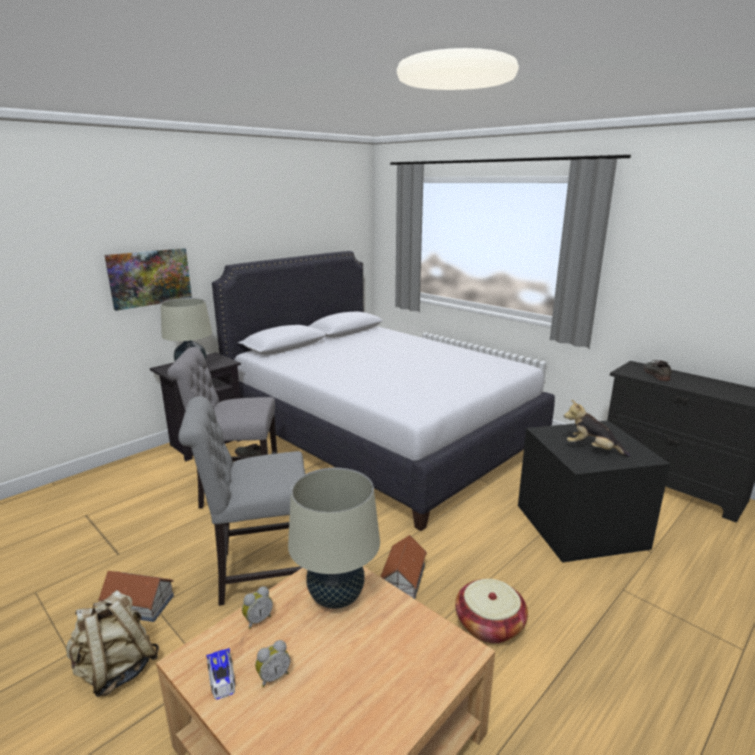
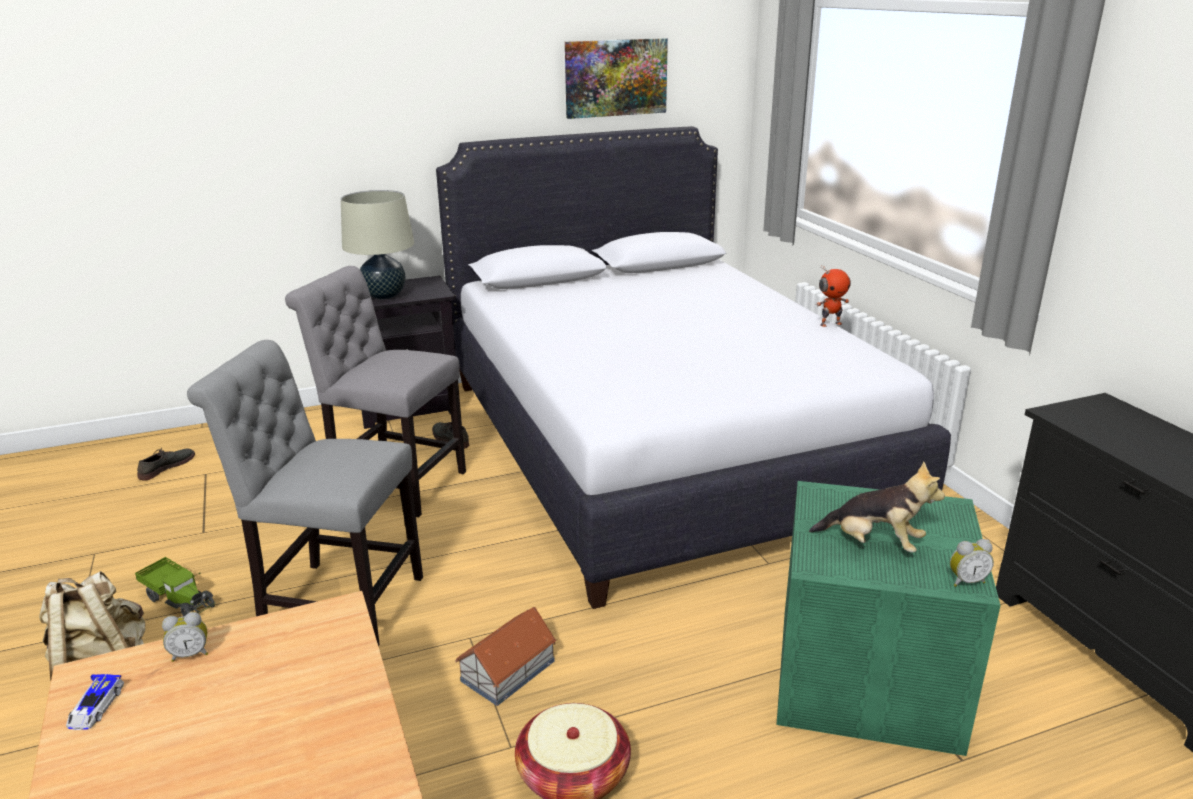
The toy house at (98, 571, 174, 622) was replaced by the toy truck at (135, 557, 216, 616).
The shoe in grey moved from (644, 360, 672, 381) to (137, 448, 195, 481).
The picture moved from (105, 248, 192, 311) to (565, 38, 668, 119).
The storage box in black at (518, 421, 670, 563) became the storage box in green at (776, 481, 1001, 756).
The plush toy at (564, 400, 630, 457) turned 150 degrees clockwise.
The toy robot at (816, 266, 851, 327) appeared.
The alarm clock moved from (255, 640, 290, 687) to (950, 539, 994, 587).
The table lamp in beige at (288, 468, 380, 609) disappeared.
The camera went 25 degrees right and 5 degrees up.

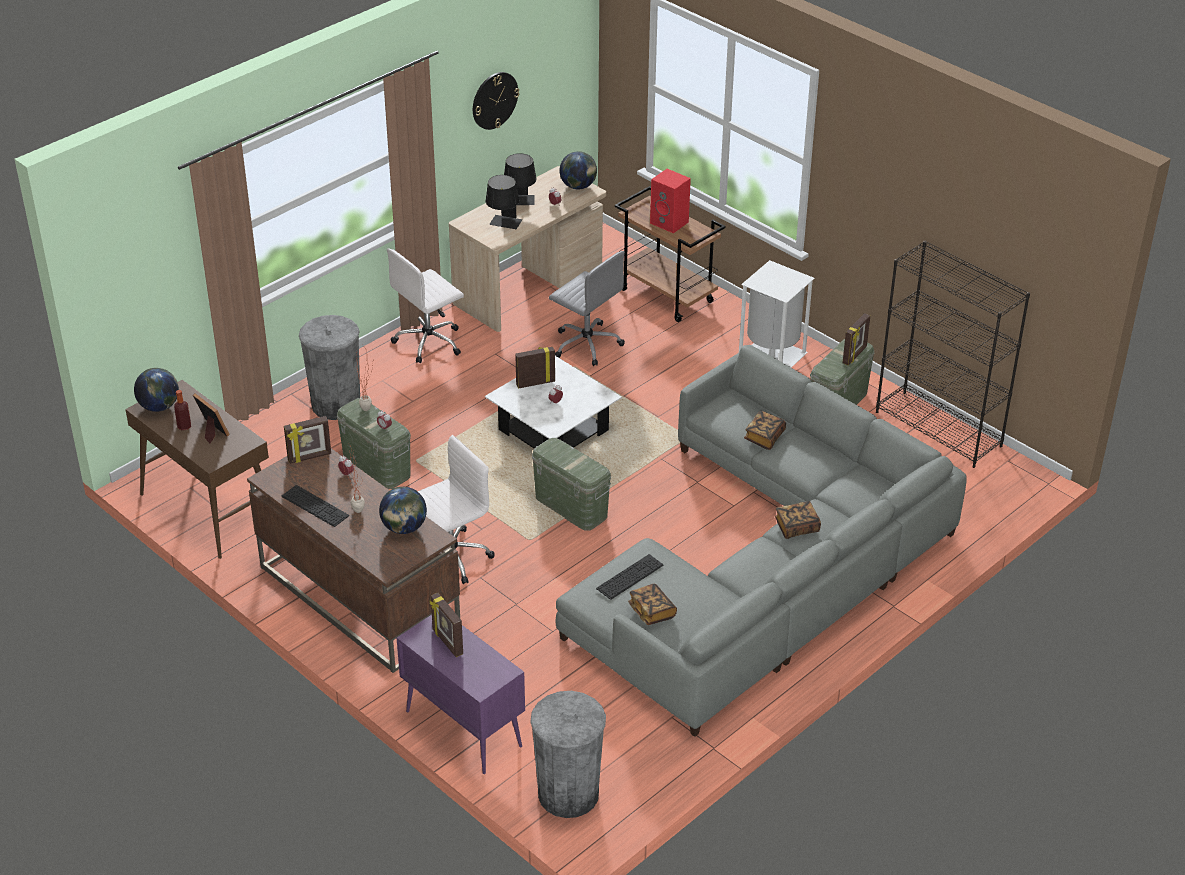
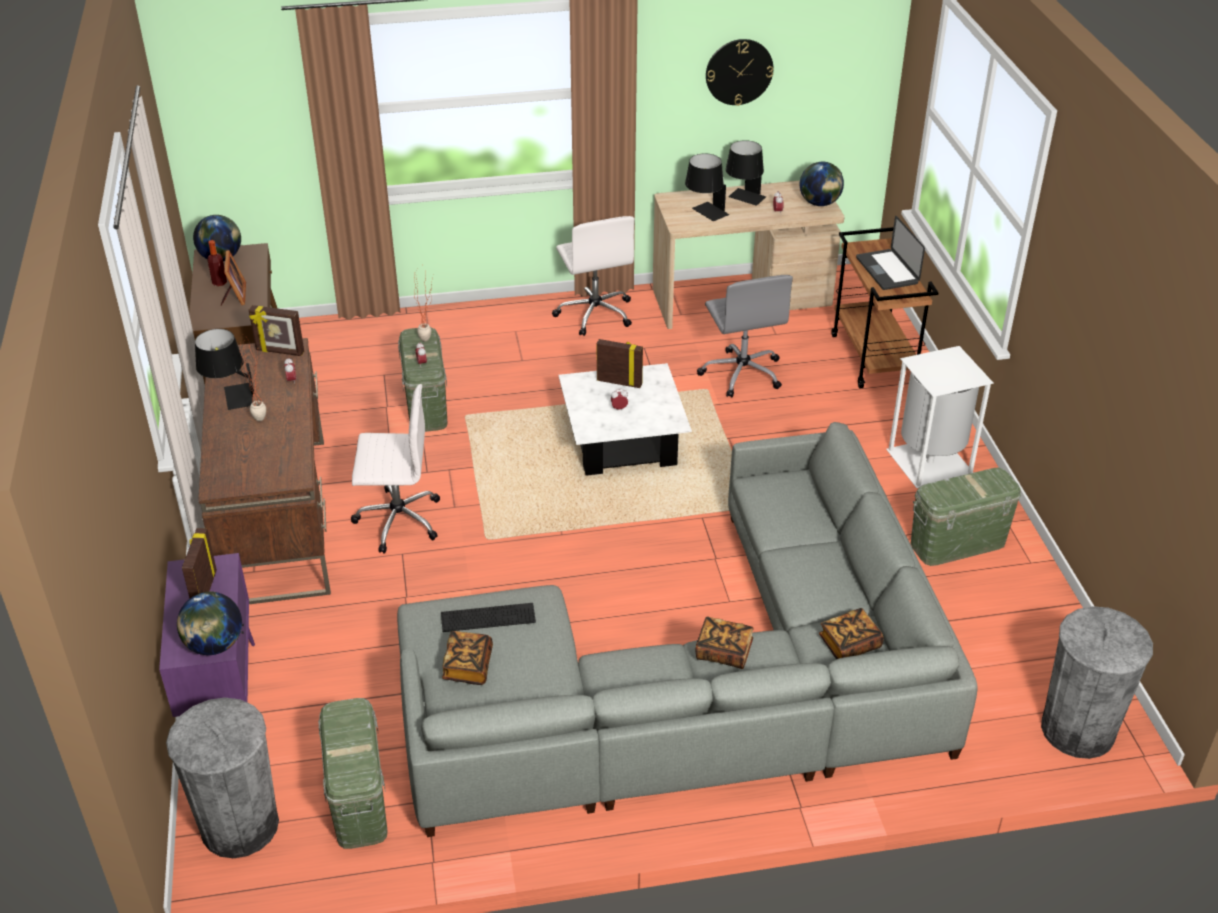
The globe moved from (379, 487, 427, 534) to (177, 591, 242, 655).
The keyboard at (281, 485, 349, 527) was replaced by the table lamp in black at (195, 329, 254, 410).
The storage box in green moved from (532, 438, 611, 531) to (318, 698, 388, 849).
The office chair in white at (387, 248, 464, 363) turned 105 degrees counterclockwise.
The book moved from (744, 411, 786, 450) to (819, 608, 884, 659).
The speaker in red at (650, 169, 691, 233) was replaced by the laptop at (856, 216, 925, 290).
The trash can in grey moved from (299, 315, 360, 420) to (1041, 606, 1153, 759).
The picture frame at (843, 313, 870, 366) disappeared.
The bookcase in black at (876, 241, 1030, 468) disappeared.
The camera went 35 degrees right and 0 degrees up.

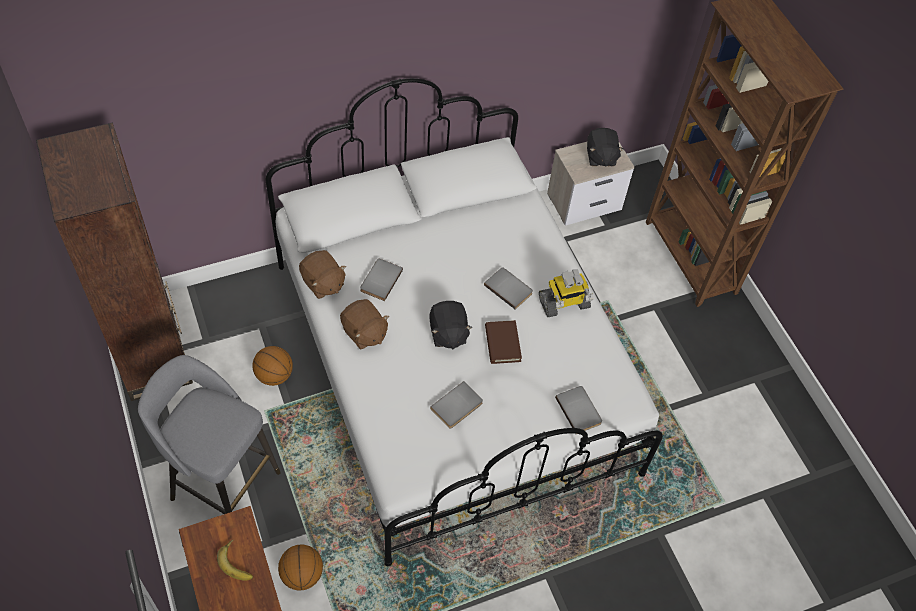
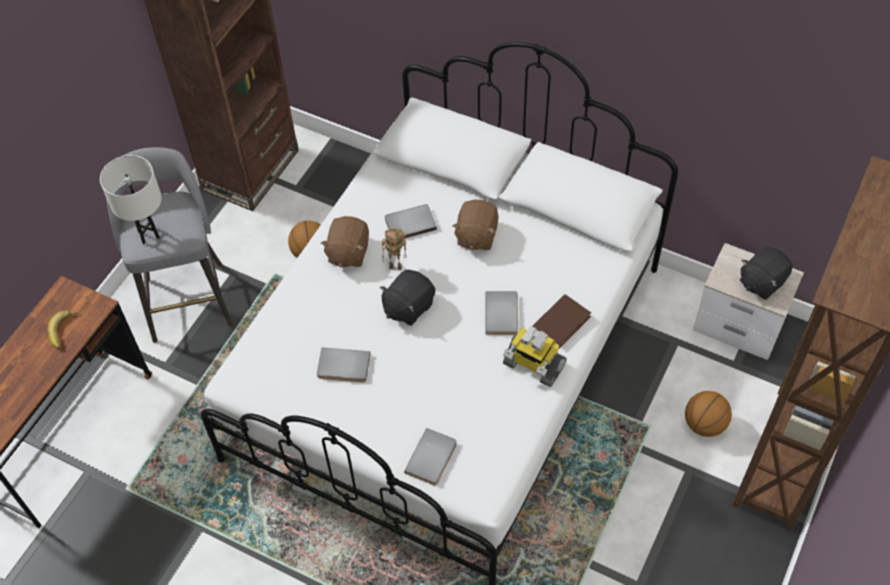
The table lamp in white at (100, 155, 162, 244) appeared.
The toy robot at (382, 228, 407, 270) appeared.
The plush toy in brown moved from (299, 250, 346, 299) to (452, 200, 498, 250).
The book in brown moved from (485, 320, 522, 364) to (532, 294, 591, 349).
The basketball moved from (278, 544, 323, 591) to (685, 391, 732, 437).
The camera went 55 degrees right and 0 degrees up.

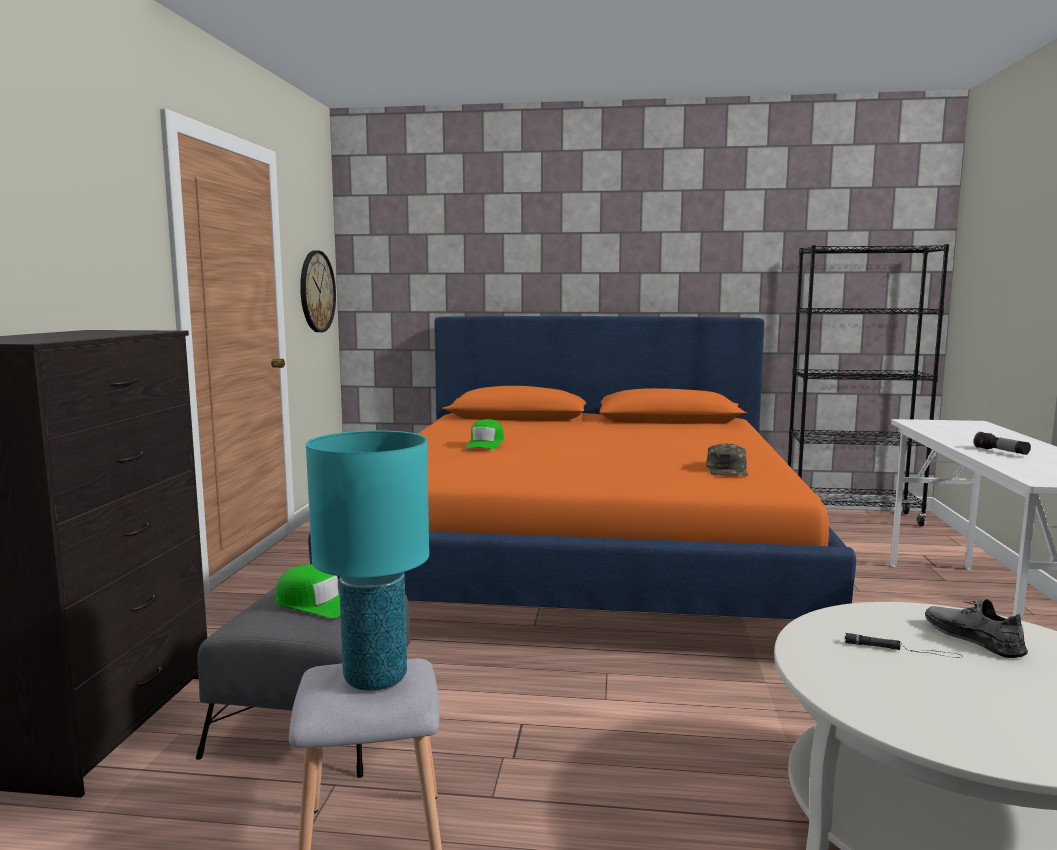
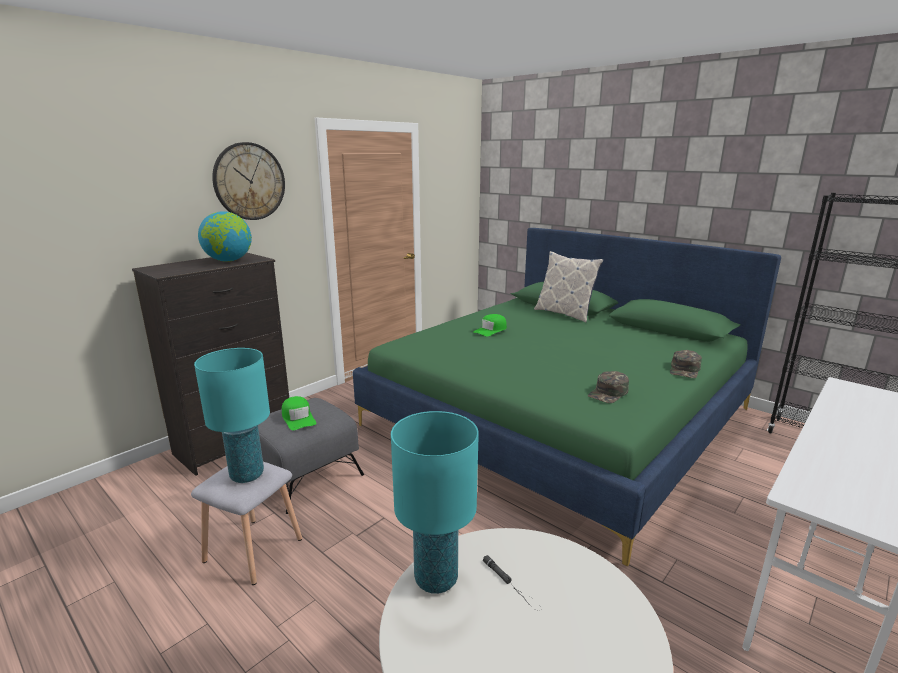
The globe at (198, 211, 252, 262) appeared.
The wall clock moved from (300, 251, 336, 332) to (212, 142, 285, 220).
The bed in orange at (308, 316, 856, 619) became the bed in green at (353, 228, 781, 566).
The table lamp in turquoise at (391, 411, 479, 594) appeared.
The pillow at (534, 251, 603, 323) appeared.
The cap in green at (670, 350, 702, 378) appeared.
The shoe in grey at (925, 599, 1028, 658) disappeared.
The flashlight at (974, 432, 1031, 455) disappeared.
The camera went 35 degrees right and 10 degrees up.

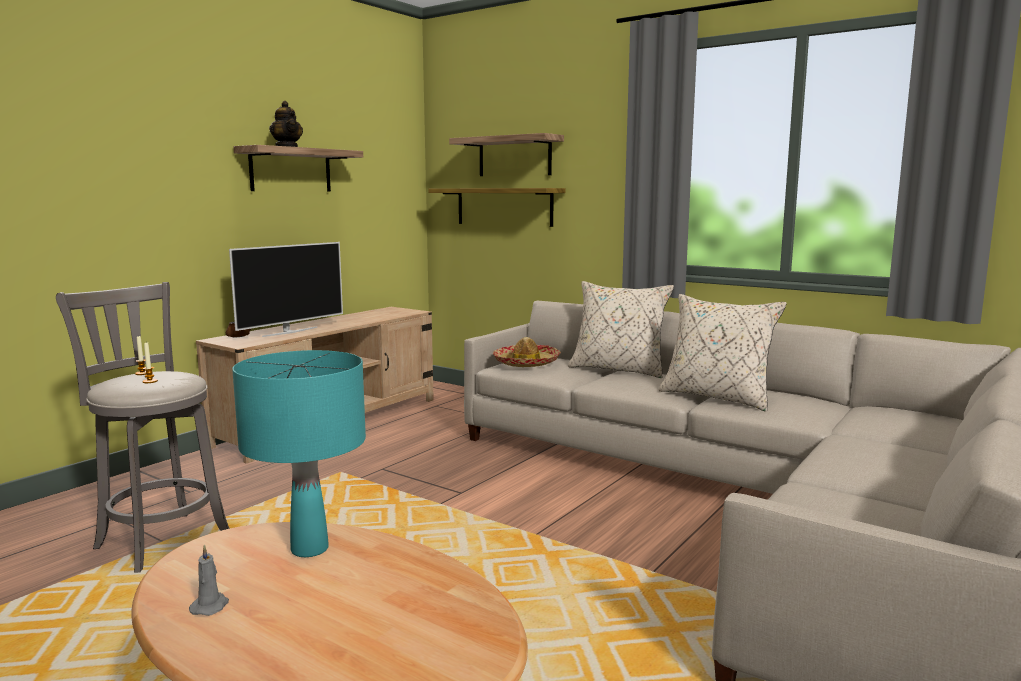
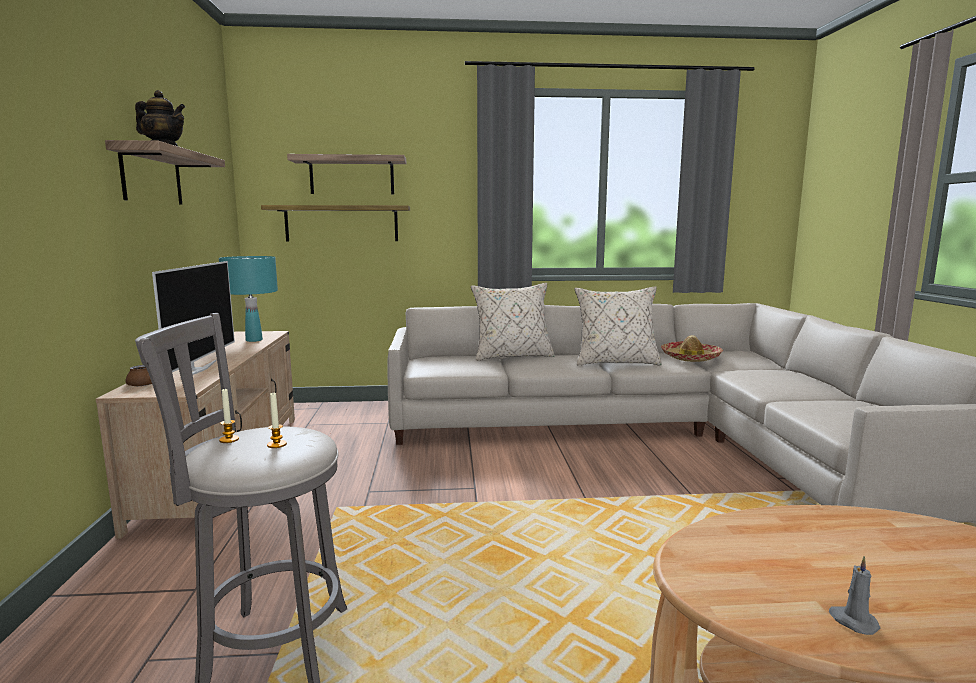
The table lamp in turquoise moved from (232, 350, 366, 557) to (219, 256, 278, 342).
The hat moved from (493, 337, 561, 367) to (661, 335, 723, 362).
The camera went 40 degrees left and 0 degrees up.

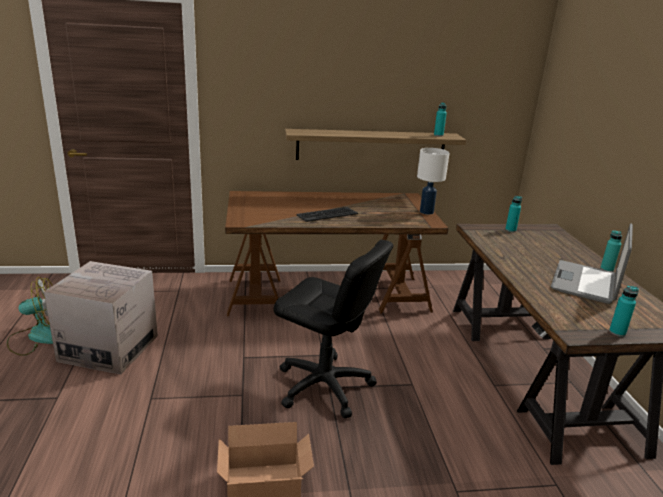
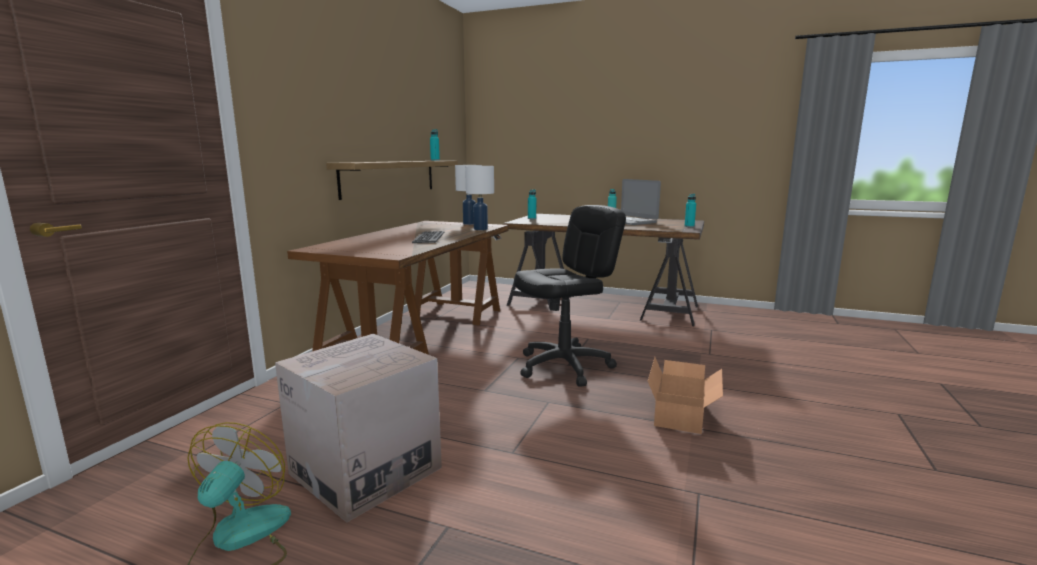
The table lamp in white at (465, 166, 494, 230) appeared.
The camera went 60 degrees left and 10 degrees down.

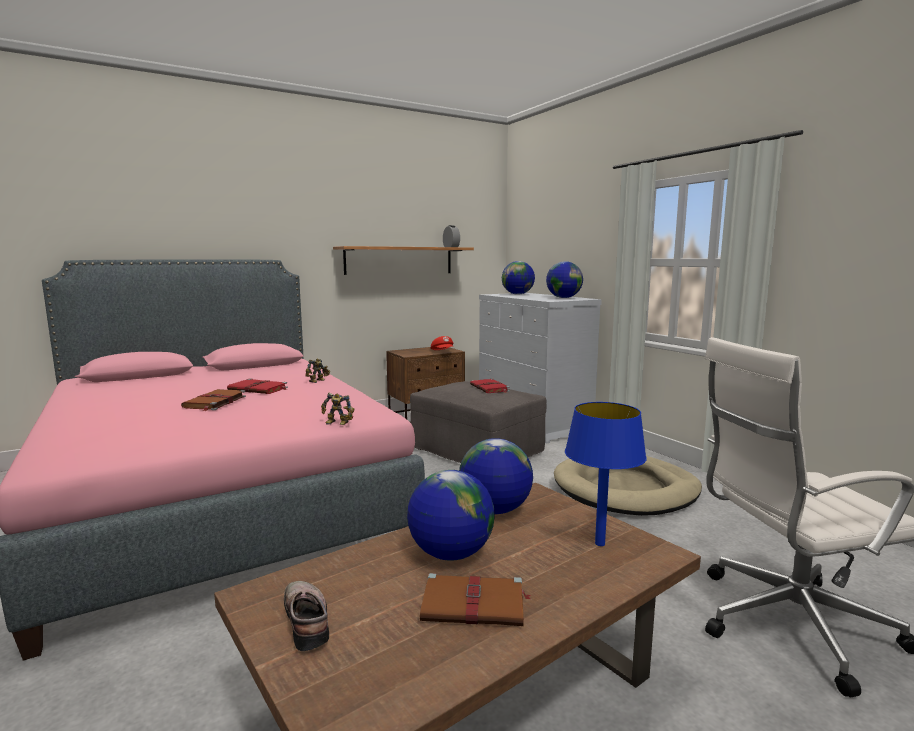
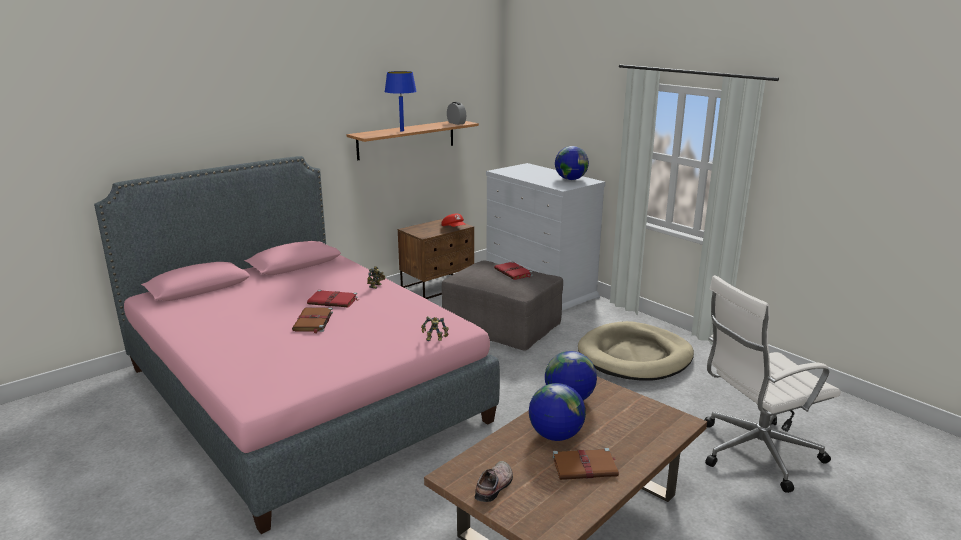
The table lamp in blue moved from (565, 402, 647, 546) to (385, 71, 417, 132).
The shoe at (284, 581, 329, 651) turned 60 degrees clockwise.
The globe at (502, 261, 535, 295) disappeared.
The camera went 10 degrees left and 10 degrees up.

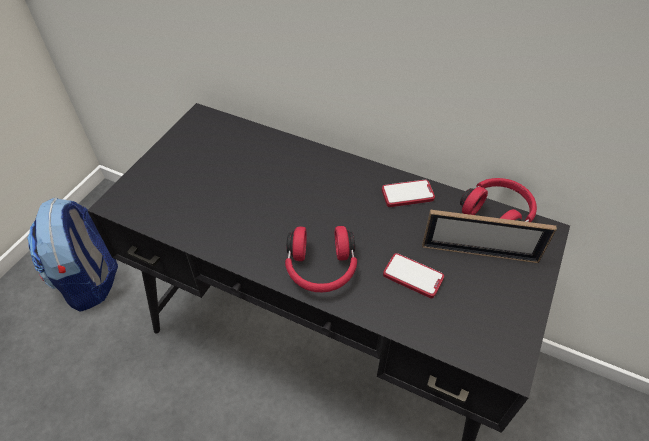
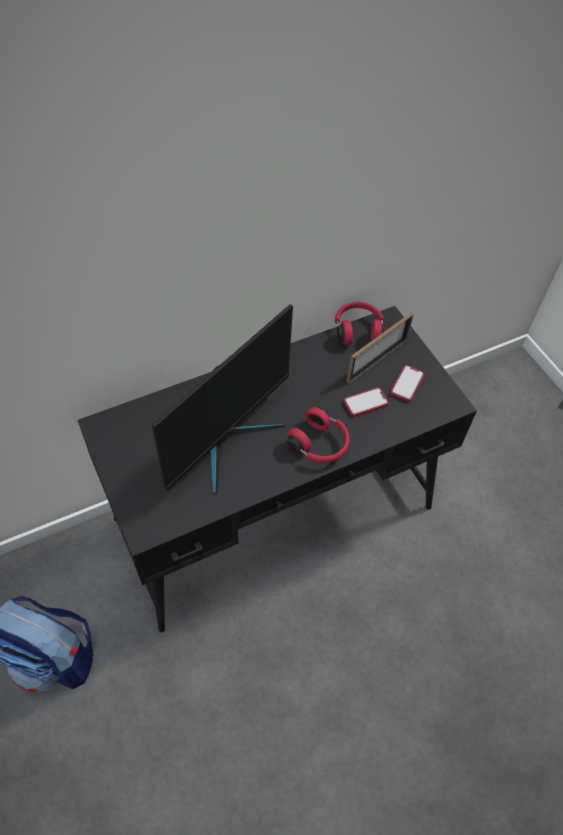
The monitor at (152, 304, 293, 494) appeared.
The phone moved from (382, 180, 435, 207) to (390, 365, 424, 402).
The camera went 55 degrees left and 5 degrees up.

